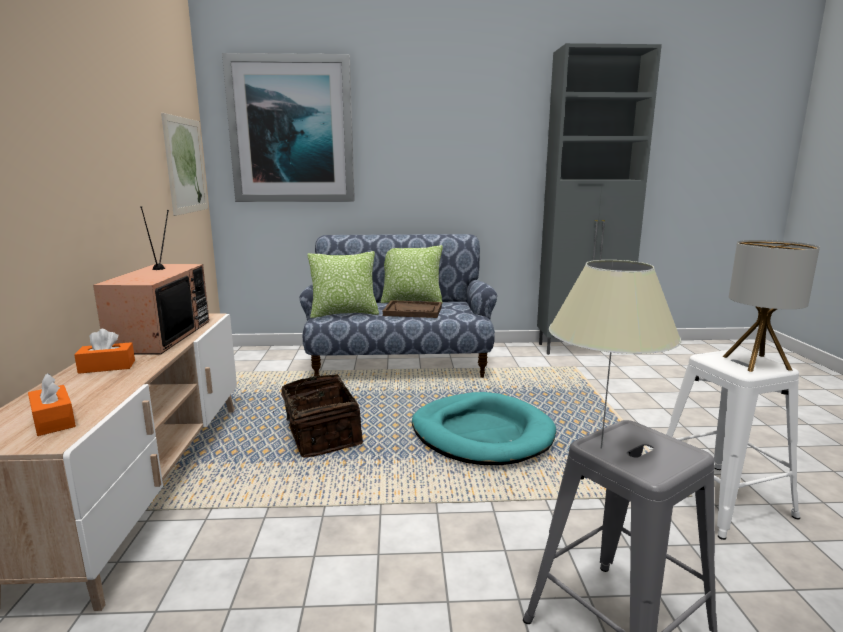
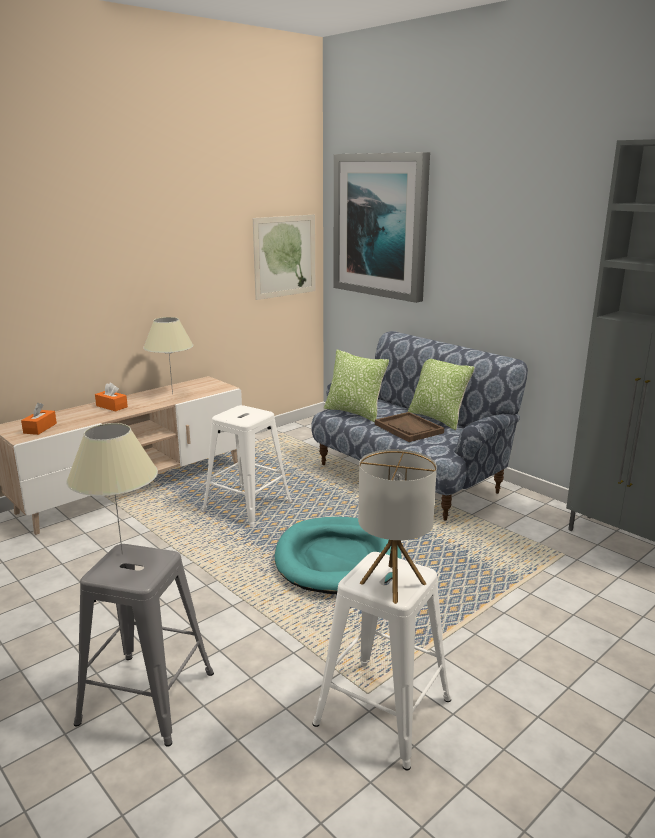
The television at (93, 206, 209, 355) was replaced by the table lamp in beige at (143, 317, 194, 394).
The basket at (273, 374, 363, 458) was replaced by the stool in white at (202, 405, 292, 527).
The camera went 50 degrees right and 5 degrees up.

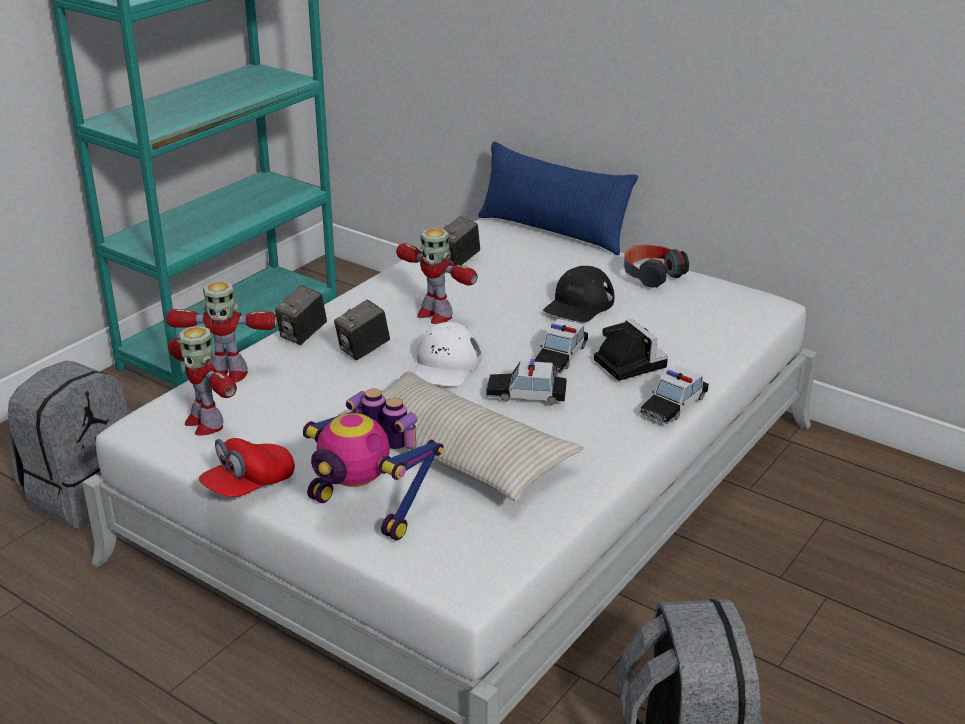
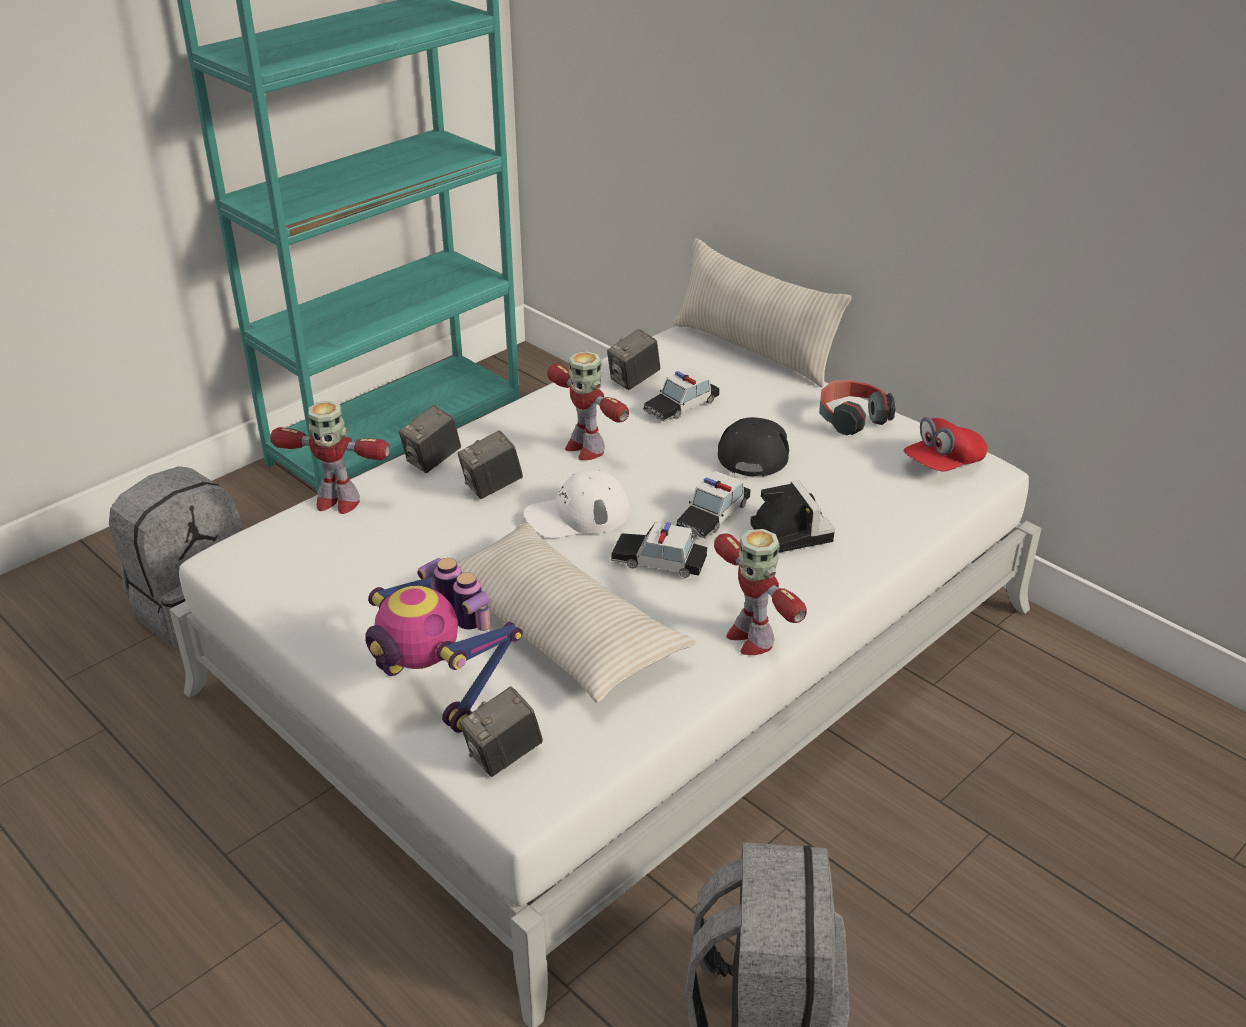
The photo camera at (459, 686, 543, 777) appeared.
The cap in white at (412, 322, 481, 386) turned 45 degrees clockwise.
The toy car moved from (640, 365, 709, 424) to (643, 368, 720, 422).
The pillow in blue at (478, 141, 638, 255) became the pillow in beige at (674, 238, 852, 388).
The toy robot moved from (168, 326, 237, 436) to (714, 529, 807, 655).
The cap in black at (543, 266, 614, 323) turned 150 degrees clockwise.
The cap in red moved from (199, 438, 295, 497) to (904, 417, 987, 472).
The camera went 10 degrees right and 5 degrees up.

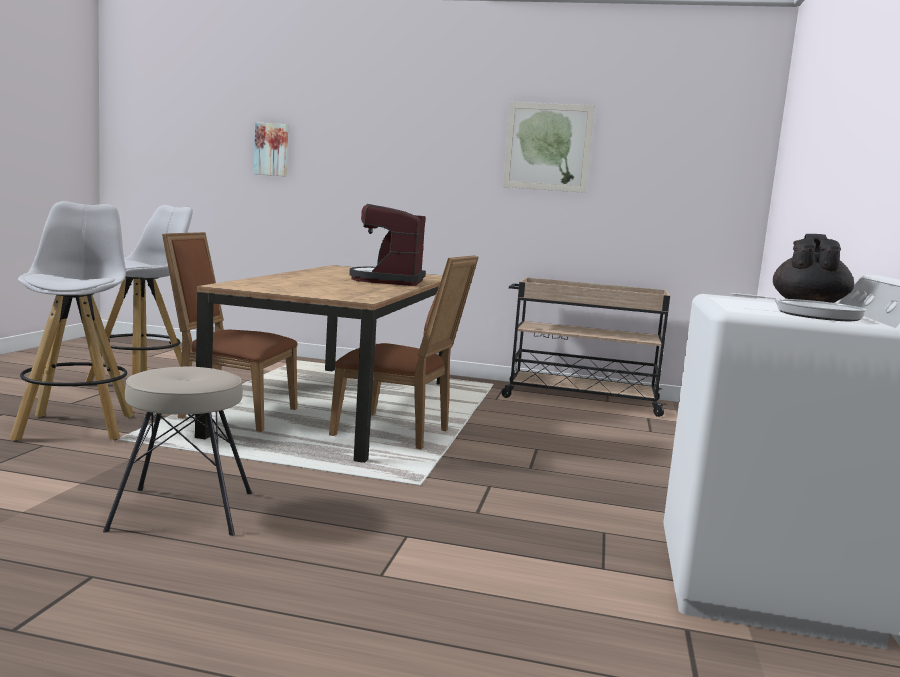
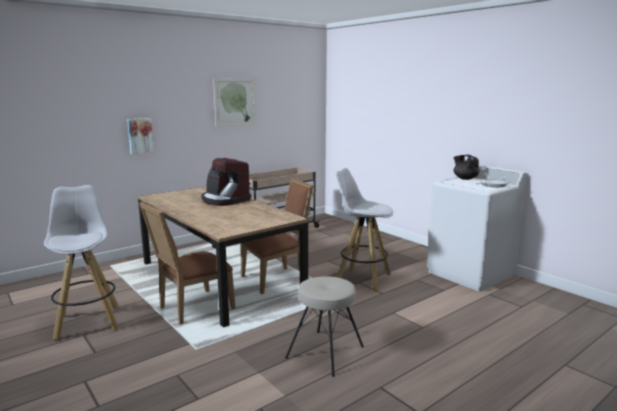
The picture moved from (254, 122, 288, 176) to (127, 118, 154, 154).
The stool in white moved from (9, 201, 134, 441) to (335, 168, 393, 292).
The camera went 50 degrees left and 5 degrees up.

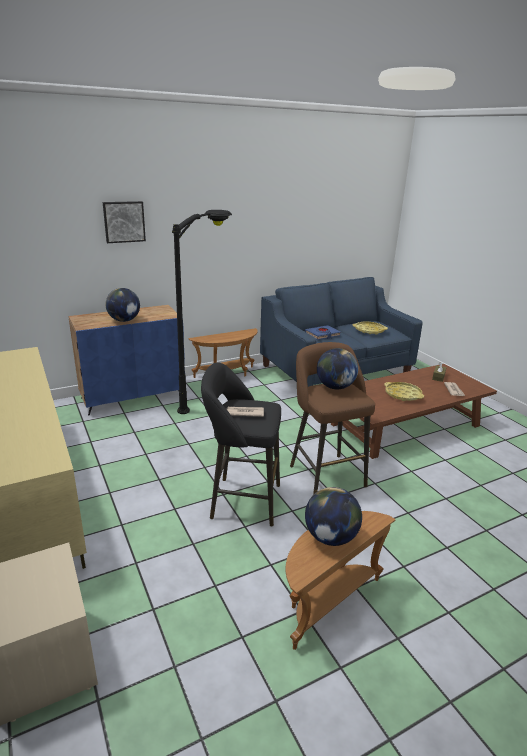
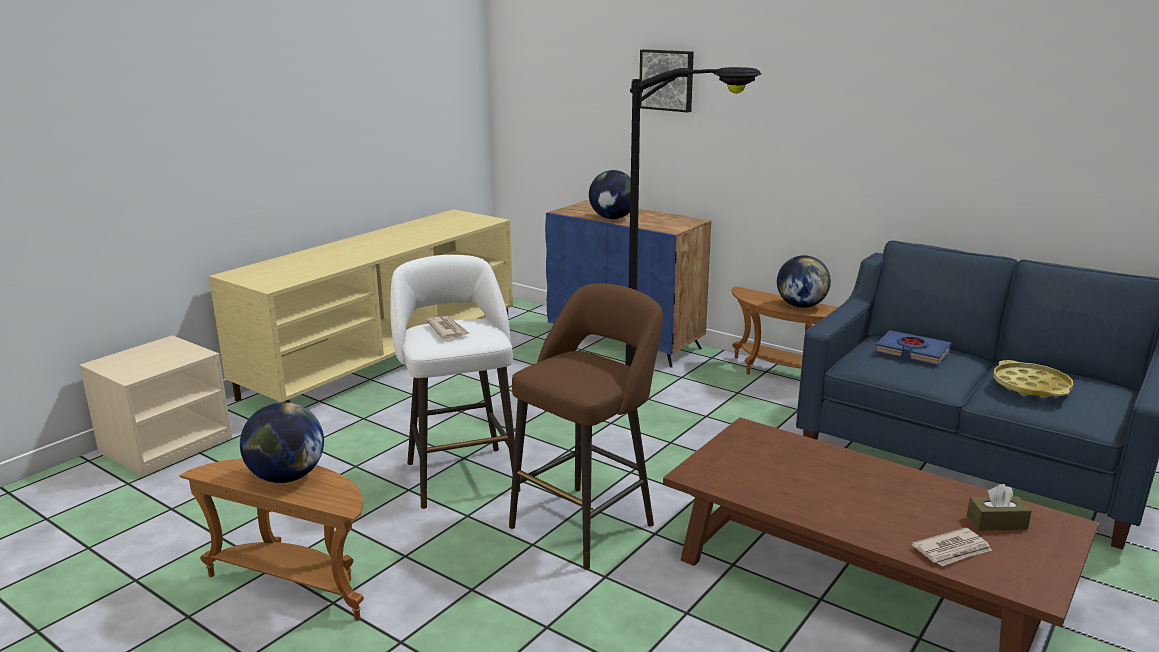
The stool in black at (201, 363, 281, 526) became the stool in white at (390, 255, 521, 509).
The globe moved from (317, 348, 358, 389) to (777, 255, 831, 308).
The tray in yellow at (384, 382, 424, 401) disappeared.
The camera went 65 degrees right and 5 degrees down.

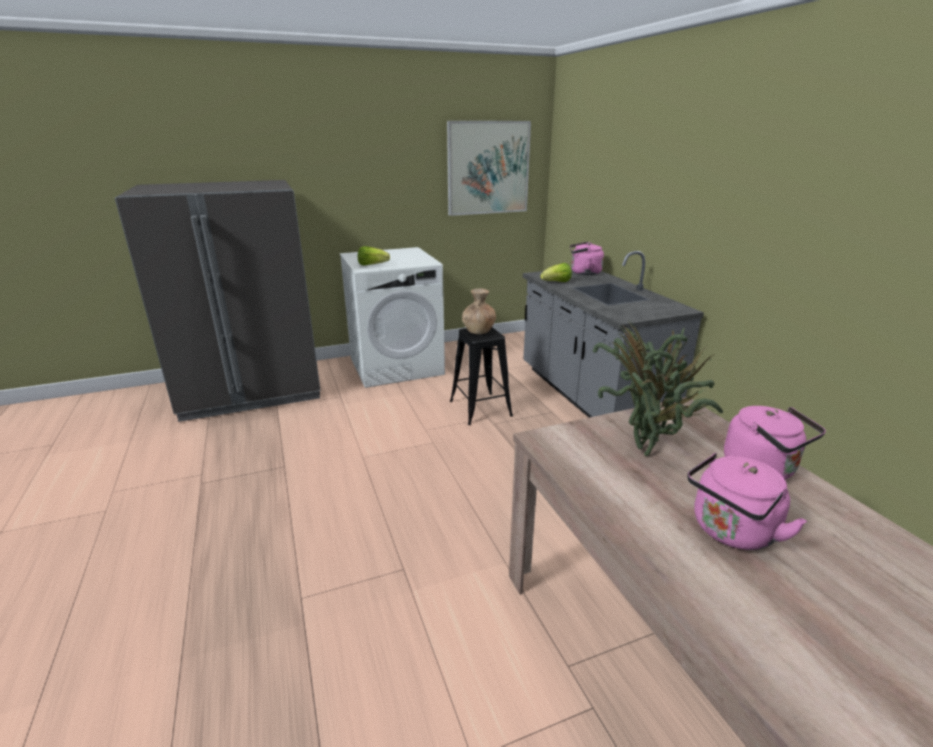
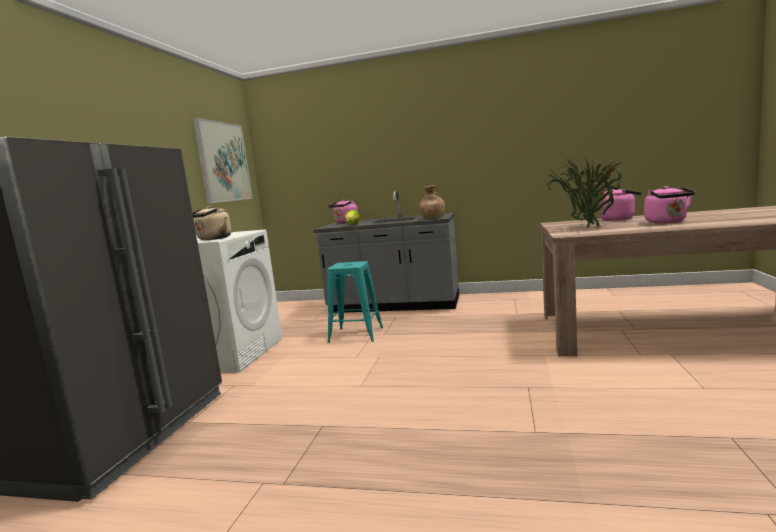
The lettuce at (358, 246, 390, 265) was replaced by the kettle in beige at (192, 206, 231, 240).
The stool in black at (450, 327, 513, 425) became the stool in turquoise at (327, 261, 383, 343).
The vase in brown moved from (462, 288, 496, 334) to (419, 185, 445, 219).
The camera went 55 degrees left and 15 degrees down.

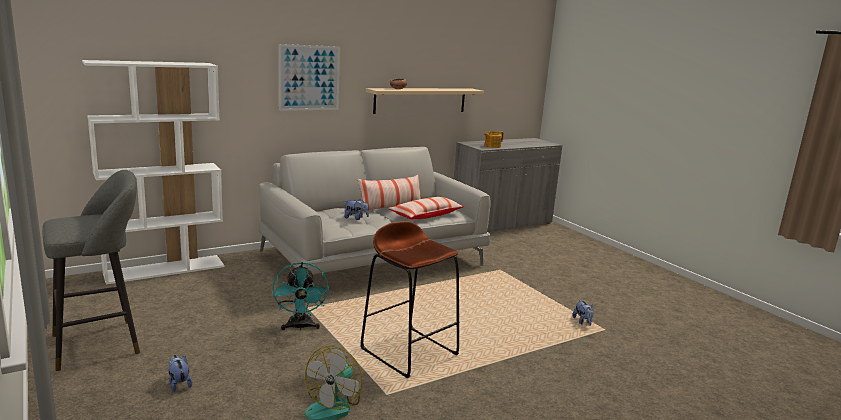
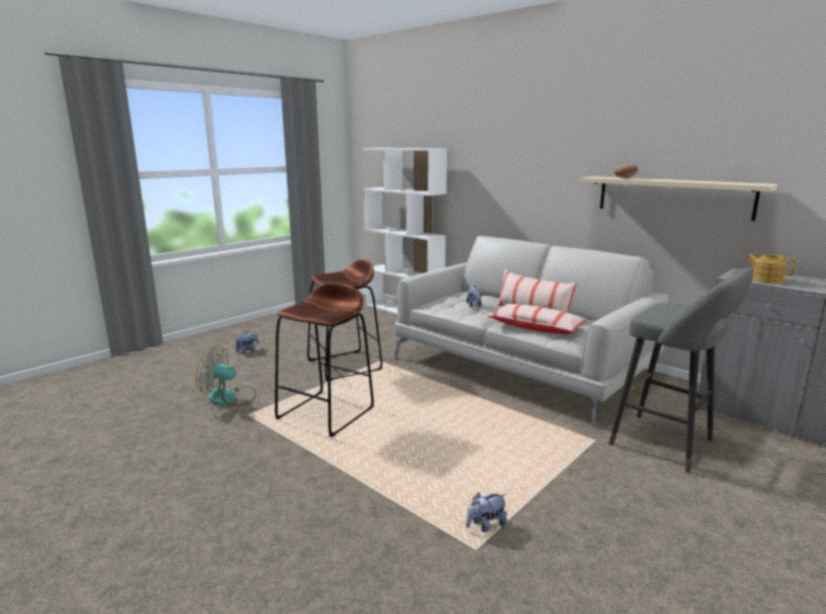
The fan in turquoise at (272, 262, 329, 331) was replaced by the stool in brown at (307, 259, 382, 381).
The stool in grey moved from (42, 170, 140, 371) to (609, 268, 754, 473).
The picture at (279, 44, 340, 111) disappeared.
The camera went 75 degrees right and 0 degrees up.

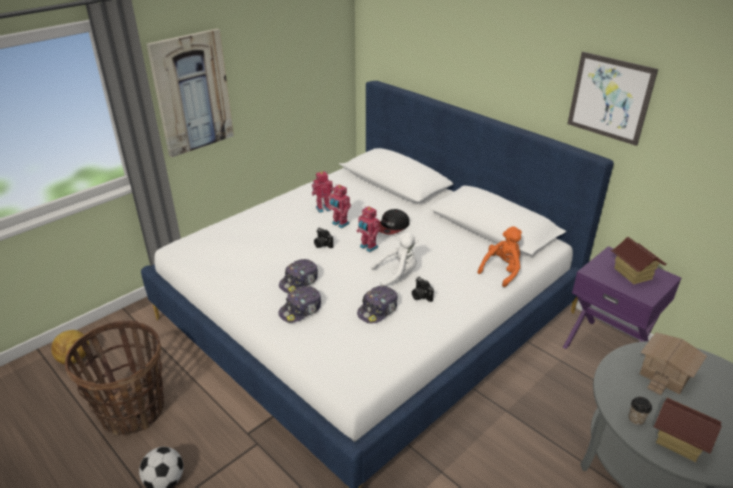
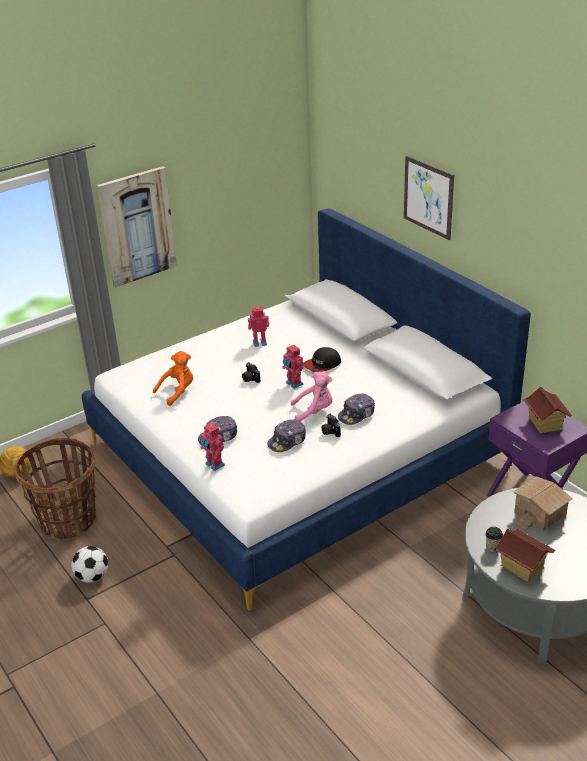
The plush toy in orange moved from (478, 226, 522, 287) to (153, 351, 193, 406).
The toy robot moved from (328, 184, 351, 228) to (200, 423, 225, 471).
The plush toy in white at (371, 232, 419, 286) became the plush toy in pink at (291, 372, 333, 422).
The cap moved from (279, 259, 318, 293) to (338, 394, 375, 425).
The picture moved from (567, 52, 658, 146) to (404, 155, 454, 240).
The camera went 10 degrees right and 0 degrees up.

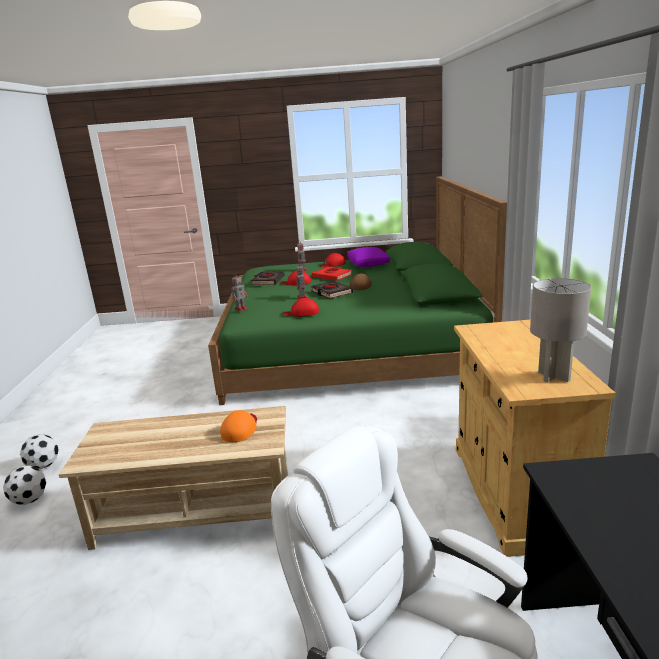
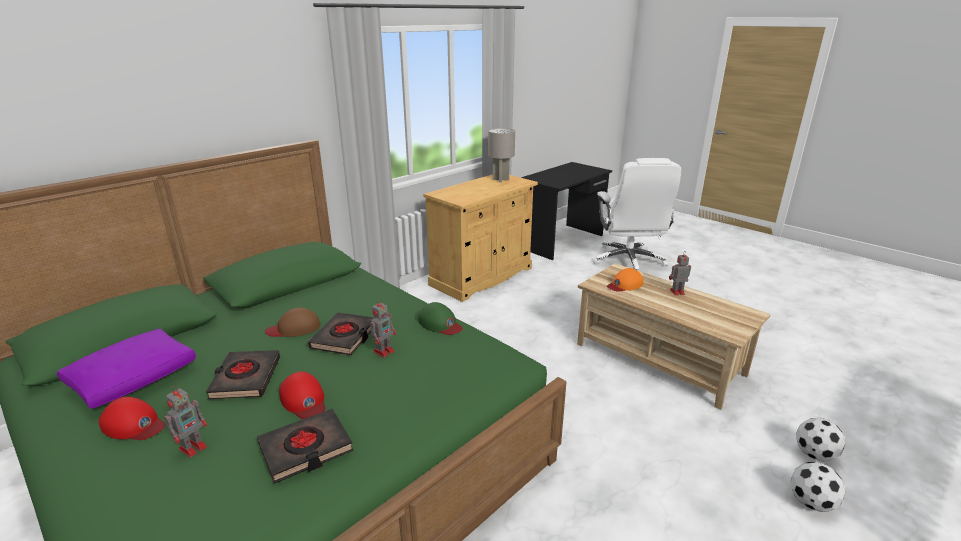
The book in red at (312, 267, 352, 281) became the book in black at (206, 350, 280, 399).
The cap in red at (283, 298, 319, 317) became the cap in green at (418, 302, 463, 335).
The toy robot moved from (231, 273, 248, 311) to (669, 251, 691, 295).
The camera went 135 degrees left and 5 degrees up.

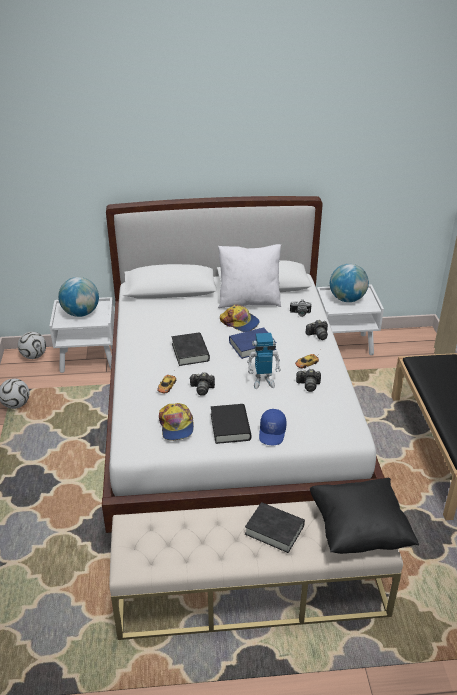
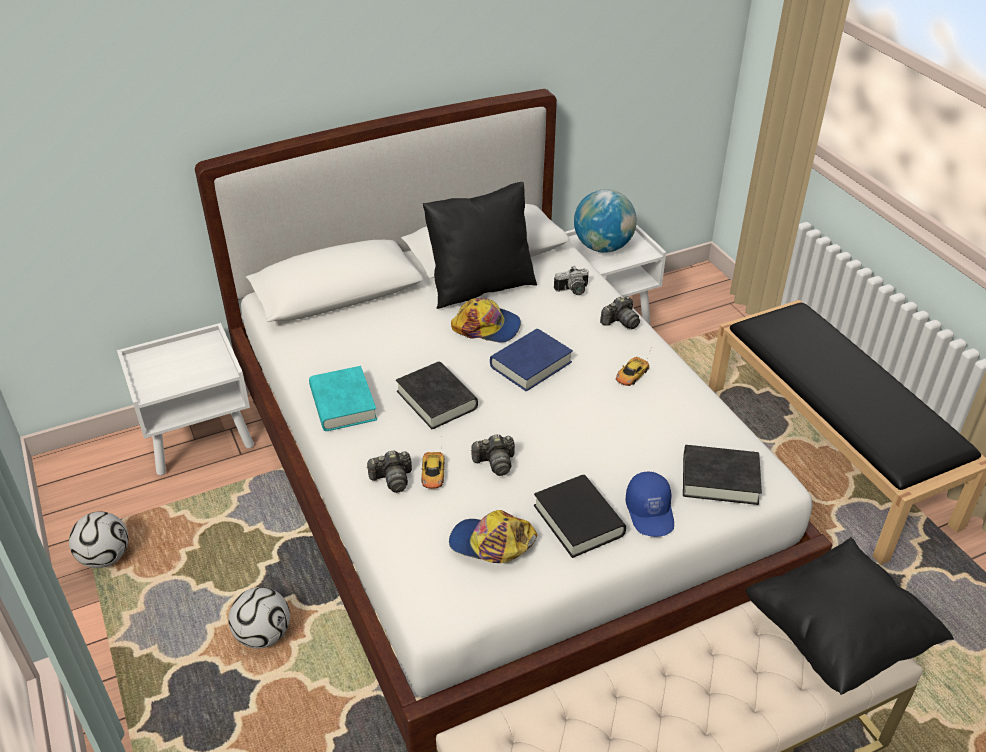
The football moved from (18, 332, 46, 359) to (229, 587, 290, 649).
The book in turquoise at (309, 366, 377, 431) appeared.
The photo camera moved from (296, 369, 321, 392) to (366, 450, 412, 493).
The pillow in white at (218, 244, 281, 308) became the pillow in black at (423, 182, 537, 309).
The cap at (159, 403, 194, 440) turned 135 degrees clockwise.
The book in black moved from (245, 502, 305, 553) to (683, 445, 762, 505).
The globe at (58, 277, 99, 317) disappeared.
The toy robot at (247, 333, 281, 389) disappeared.
The camera went 20 degrees left and 5 degrees up.

